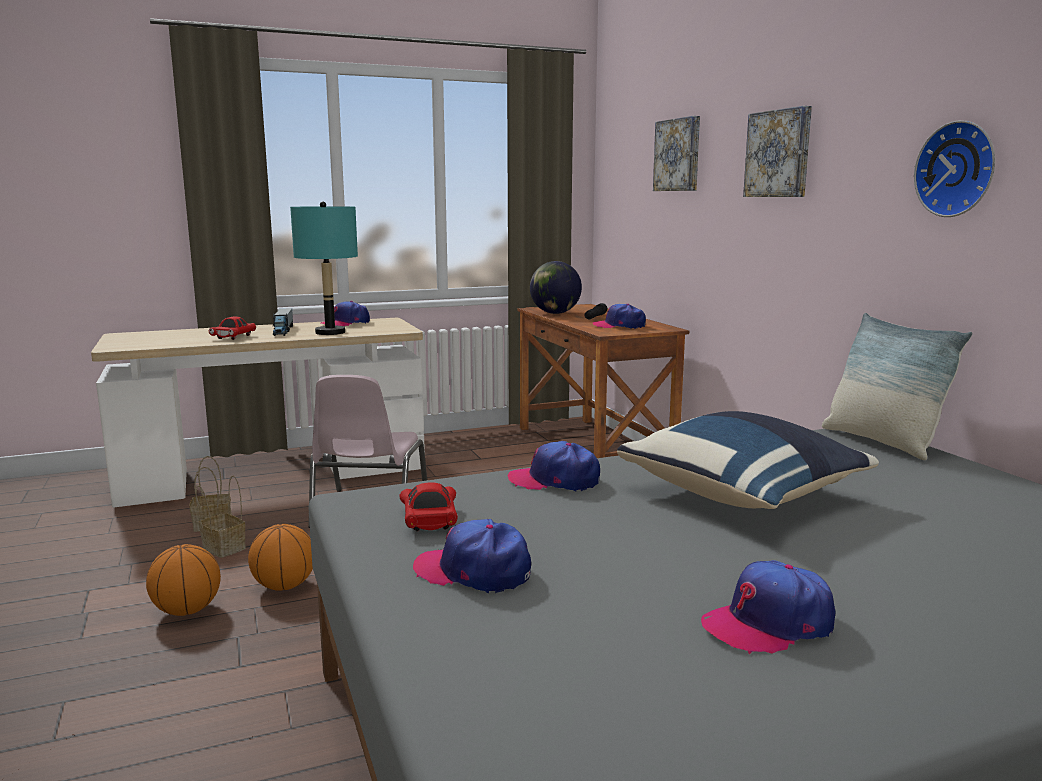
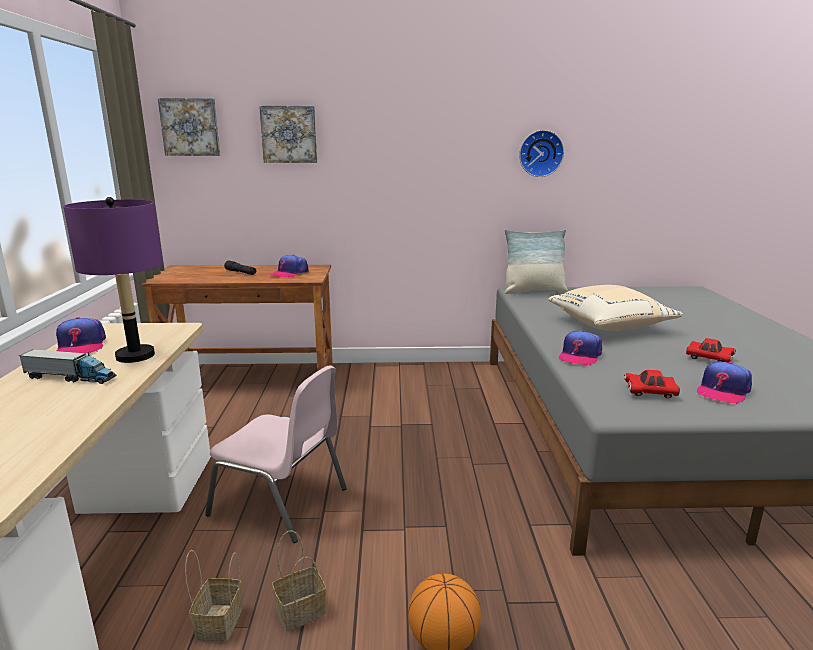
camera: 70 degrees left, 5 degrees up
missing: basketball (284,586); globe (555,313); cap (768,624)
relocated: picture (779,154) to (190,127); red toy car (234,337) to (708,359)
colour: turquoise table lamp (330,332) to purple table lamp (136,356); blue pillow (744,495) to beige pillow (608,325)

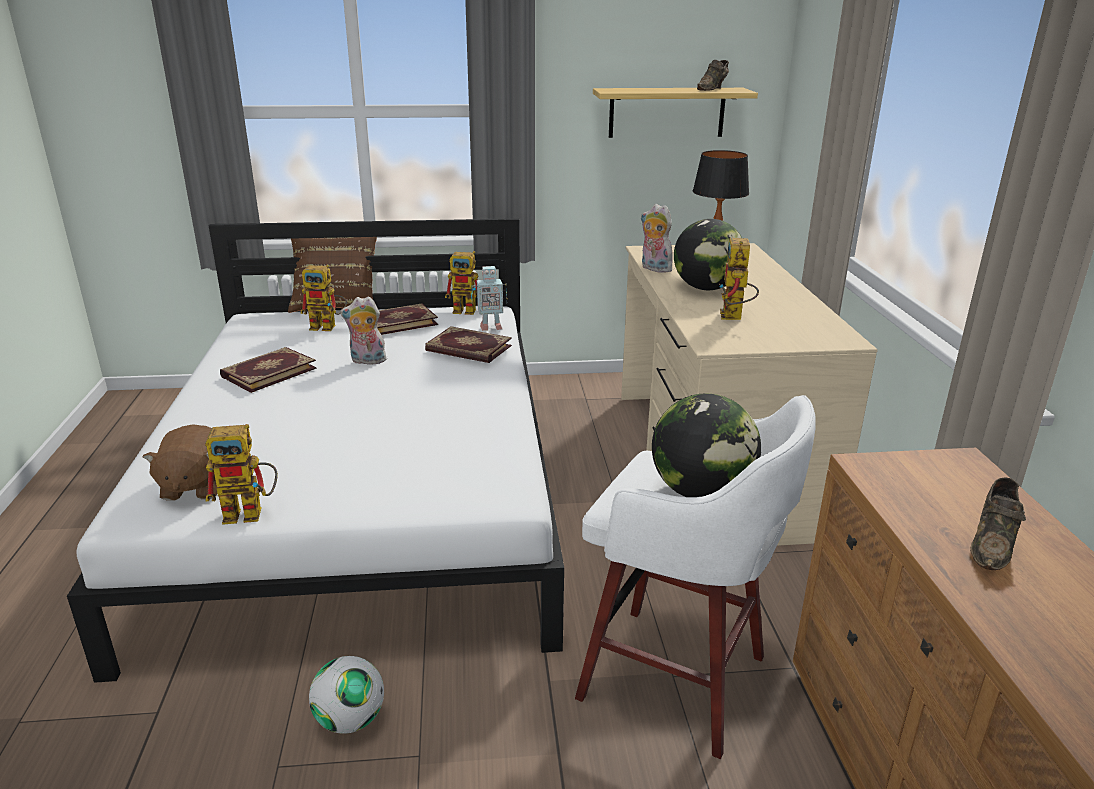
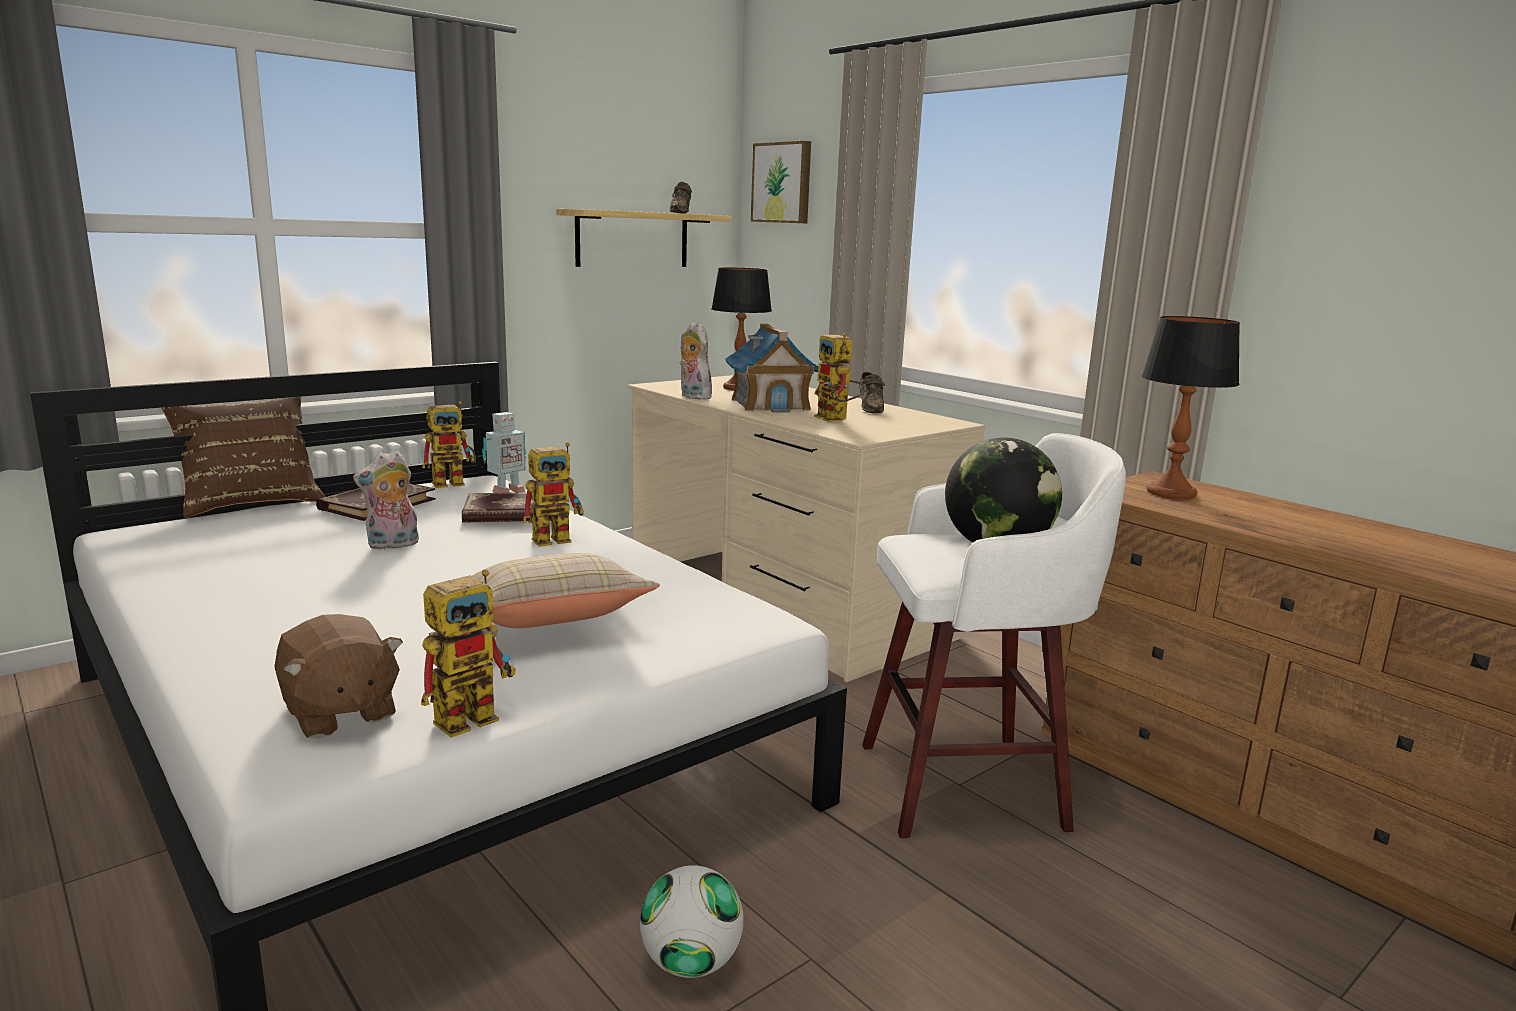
camera: 35 degrees left, 10 degrees down
missing: book (268,372)
appeared: beige pillow (549,624); picture (783,183); table lamp (1170,493)
relocated: toy robot (329,327) to (558,538); brown shoe (992,544) to (870,408)
exchanged: globe (706,288) to toy house (770,404)
spun: plush toy (654,269) = (692,396) 45 degrees clockwise

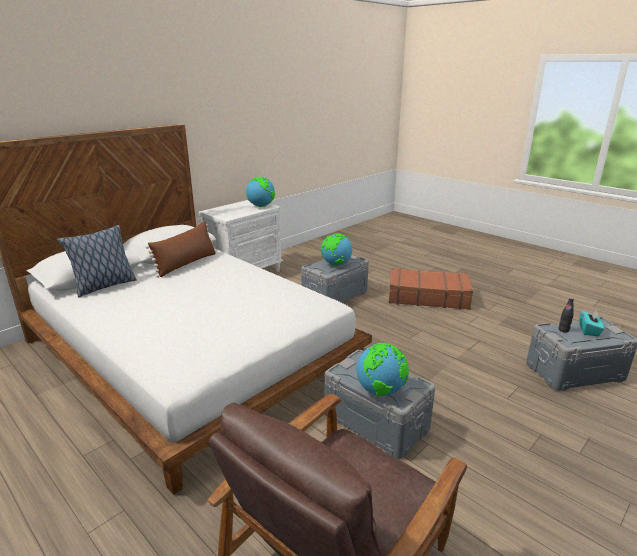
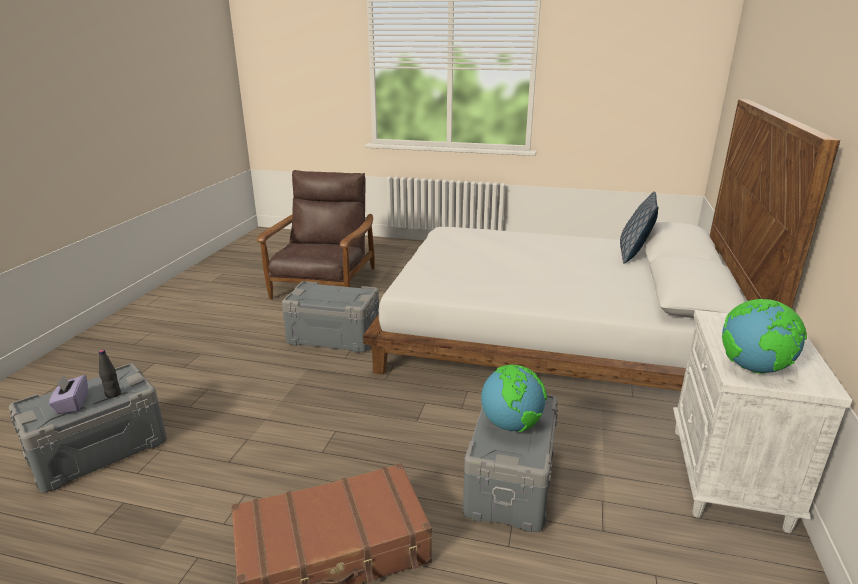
camera: 150 degrees right, 0 degrees up
missing: brown pillow (186,264); globe (381,391)
colour: turquoise tissue box (589,330) to purple tissue box (72,404)

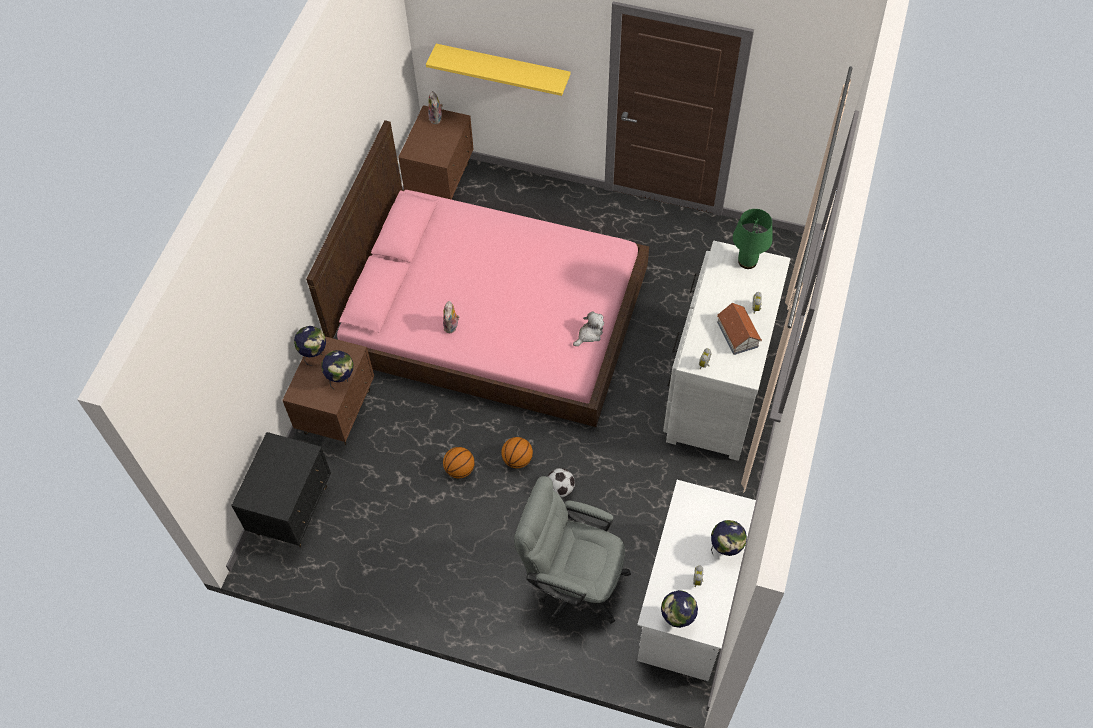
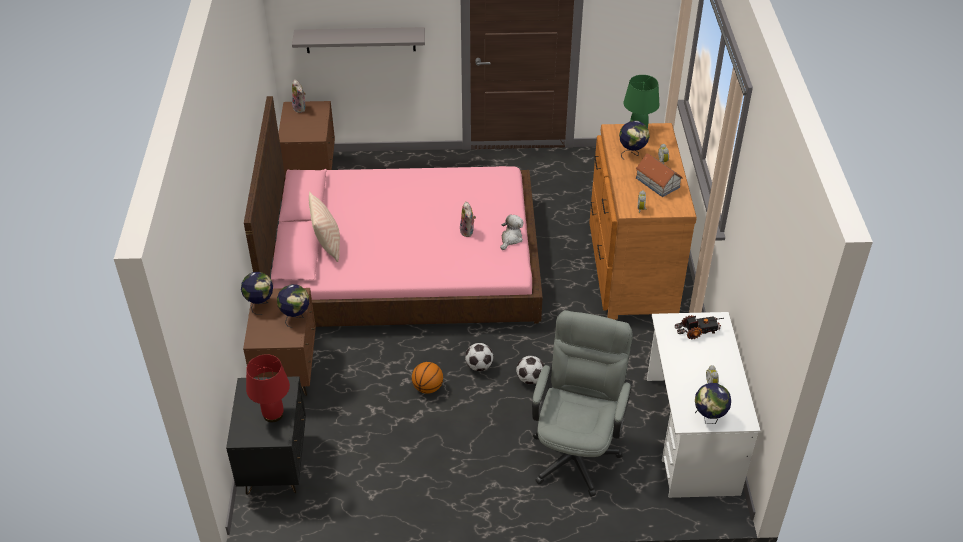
camera: 20 degrees left, 15 degrees down
appeared: red table lamp (272,414); beige pillow (327,245); toy truck (697,331)
relocated: plush toy (452,326) to (468,231); globe (725,548) to (632,154)
exchanged: basketball (517,459) to football (479,366)
colour: yellow shelf (503,68) to grey shelf (360,40); white dresser (715,388) to brown dresser (630,269)
spun: grey office chair (572,581) = (577,449) 105 degrees clockwise

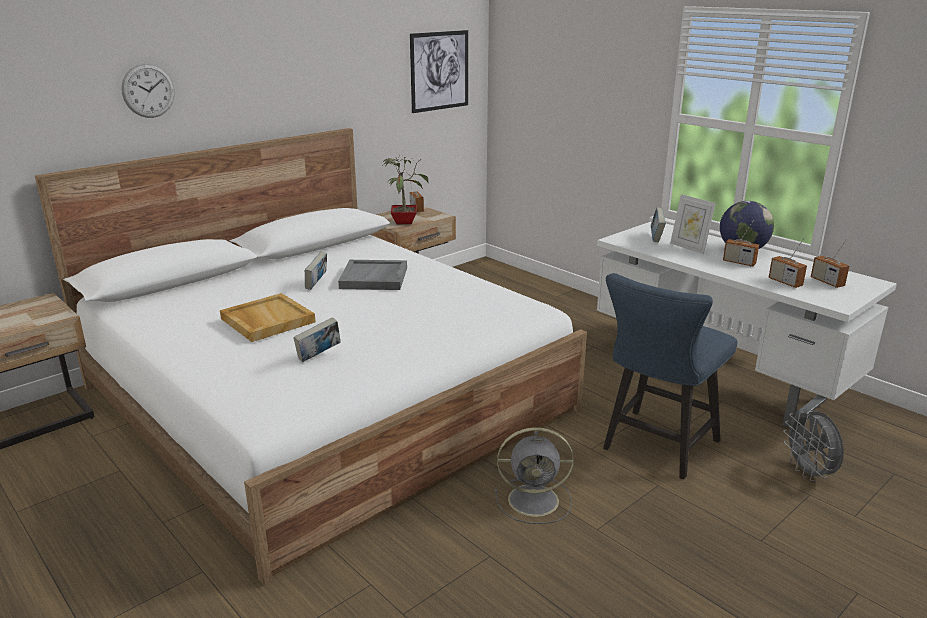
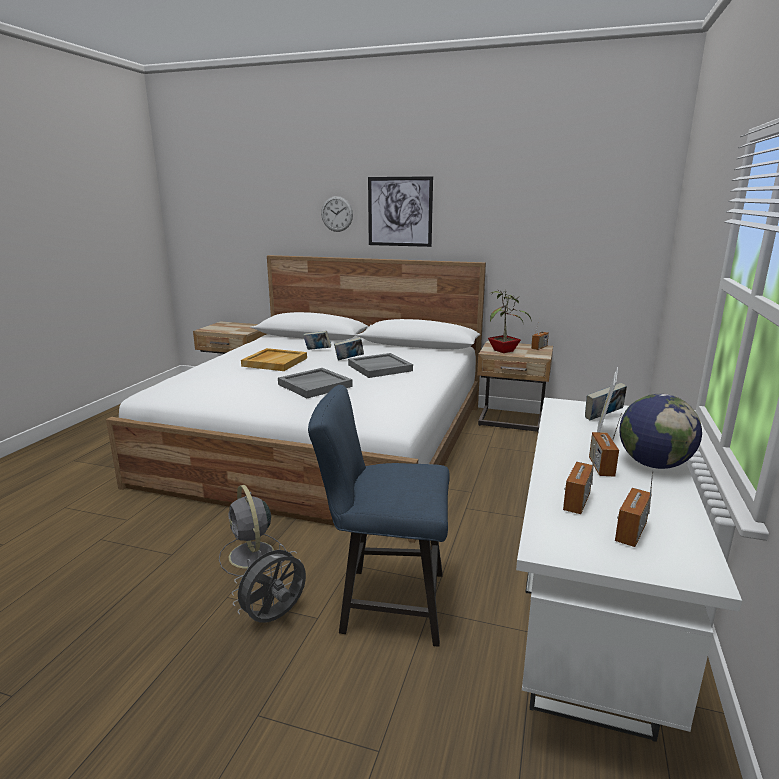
camera: 60 degrees right, 5 degrees down
appeared: grey tray (315,385)
relocated: grey fan (809,473) to (275,618); book (319,356) to (317,350); picture (439,71) to (400,211)

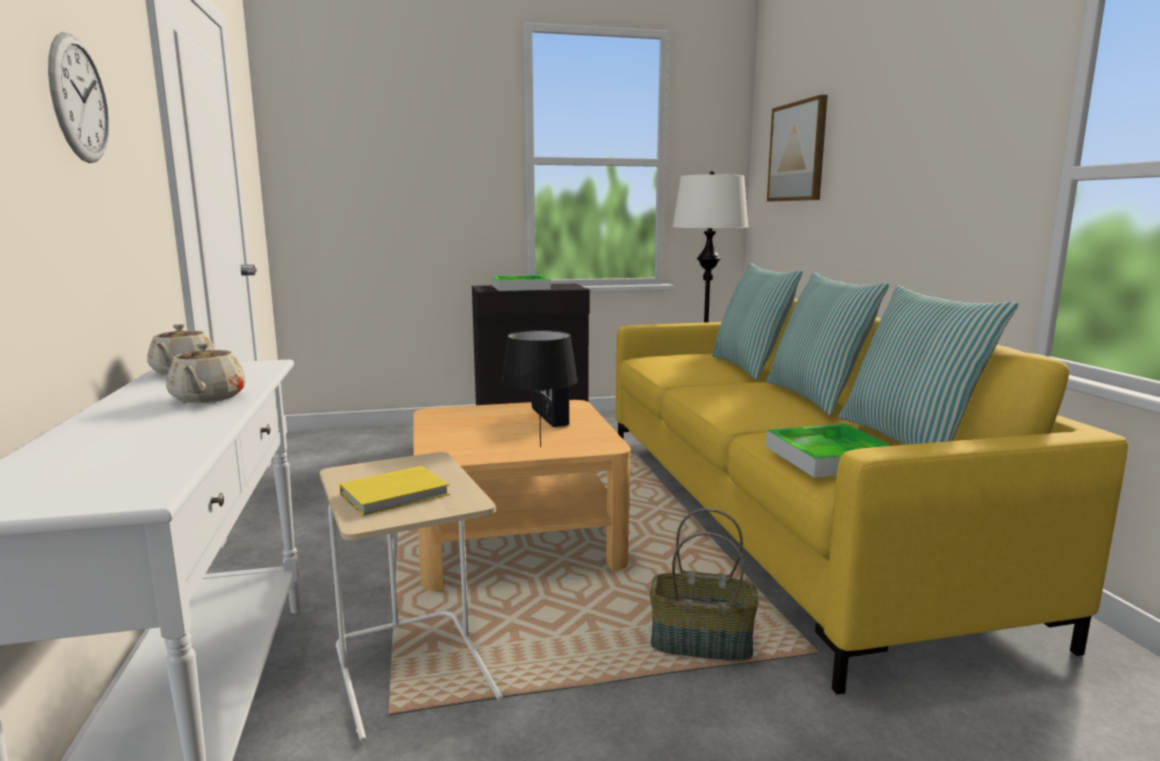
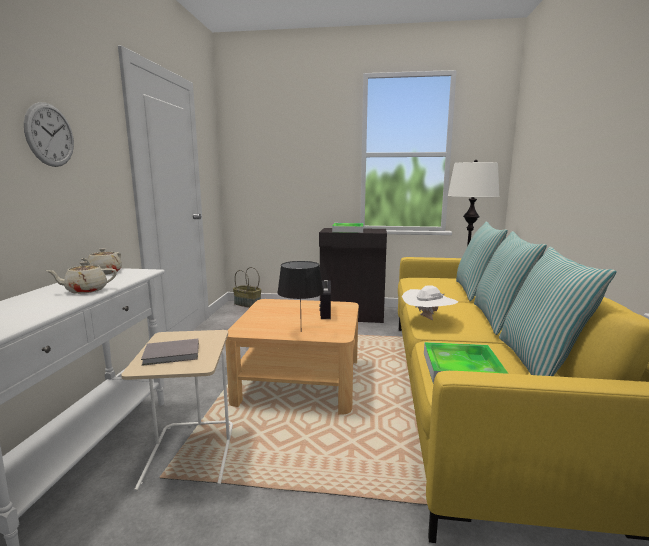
camera: 20 degrees right, 0 degrees up
missing: picture (798,152)
appeared: white hat (428,320)
relocated: basket (700,644) to (247,304)
colour: yellow book (398,494) to grey book (173,354)
spun: beige teapot (208,398) = (85,290) 60 degrees clockwise

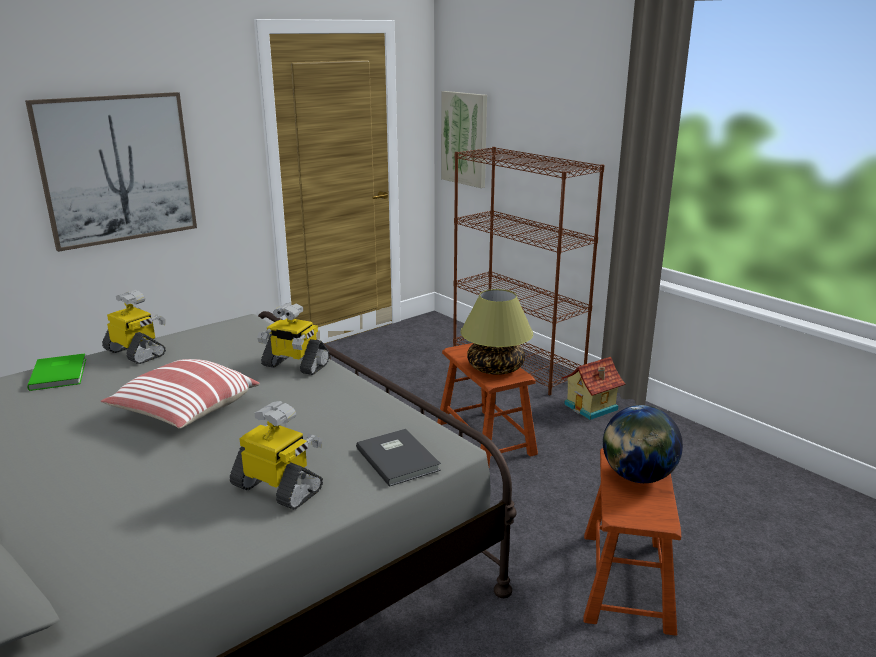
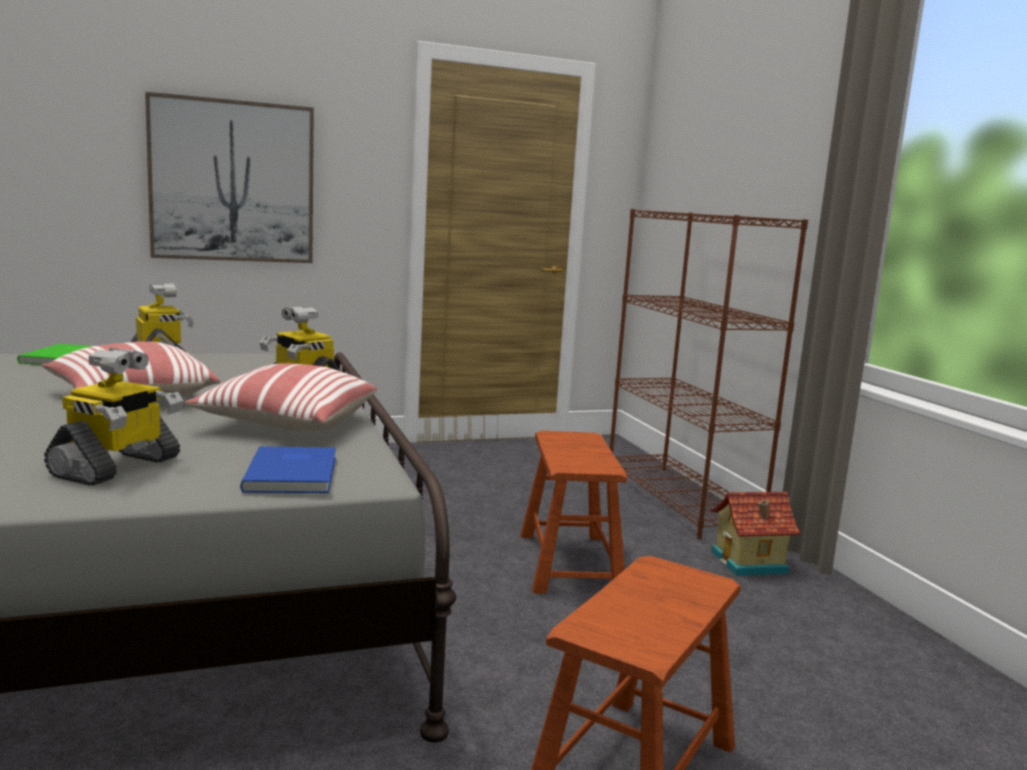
camera: 20 degrees right, 10 degrees down
missing: picture (465,138); table lamp (496,368); globe (637,477)
appeared: pillow (287,423)
colour: grey book (399,458) to blue book (295,473)
spun: toy robot (279,488) = (117,467) 60 degrees clockwise

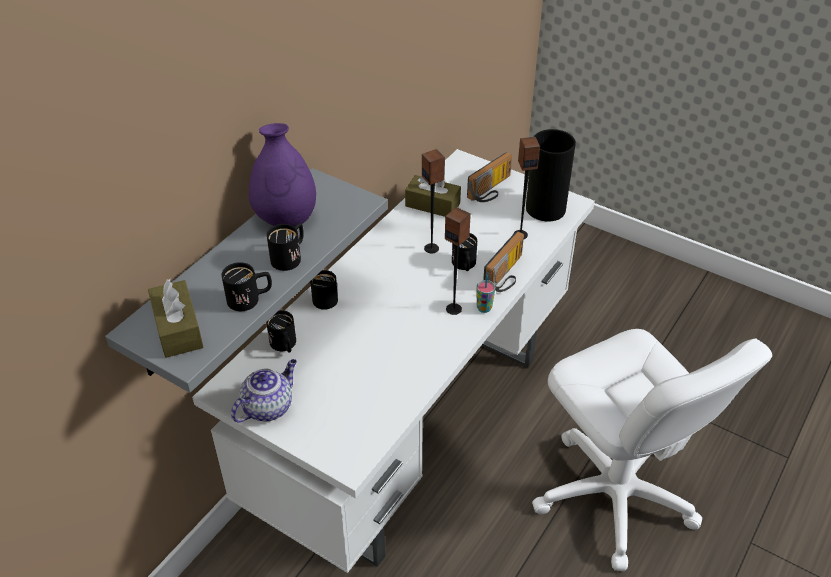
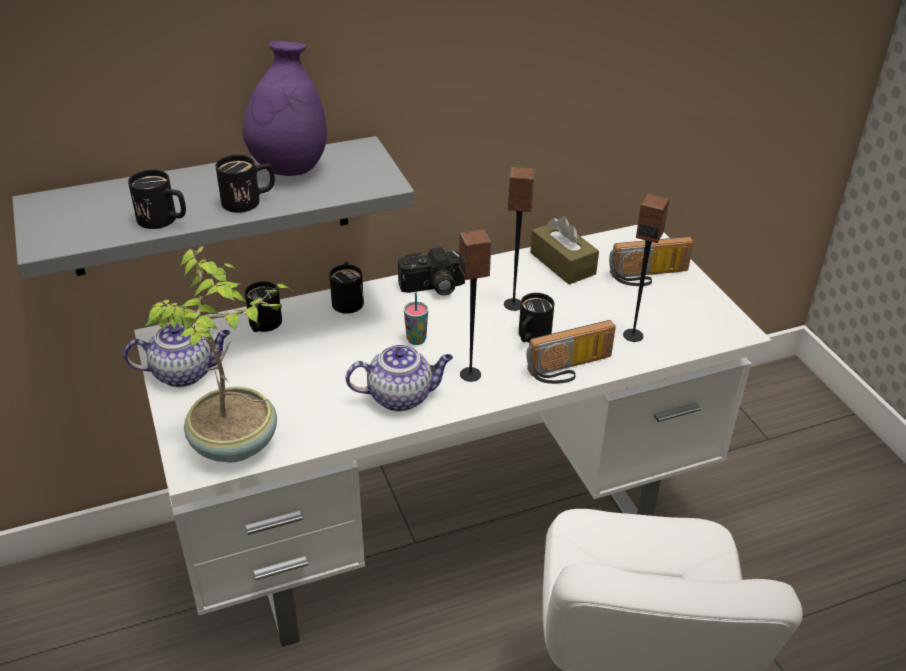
camera: 35 degrees right, 5 degrees down
missing: brown tissue box (178,329); vase (545,208)
appeared: potted plant (236,445); teapot (401,396); photo camera (433,287)
relocated: cup (484,308) to (416,340)

